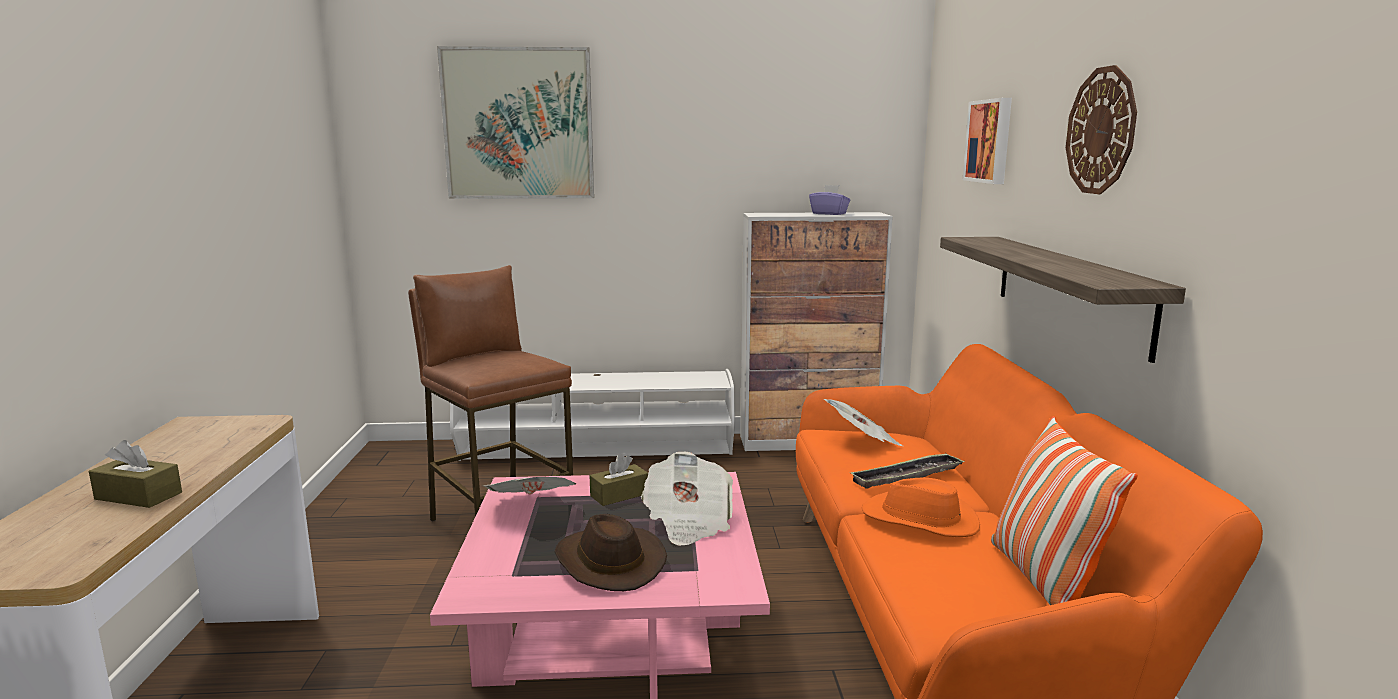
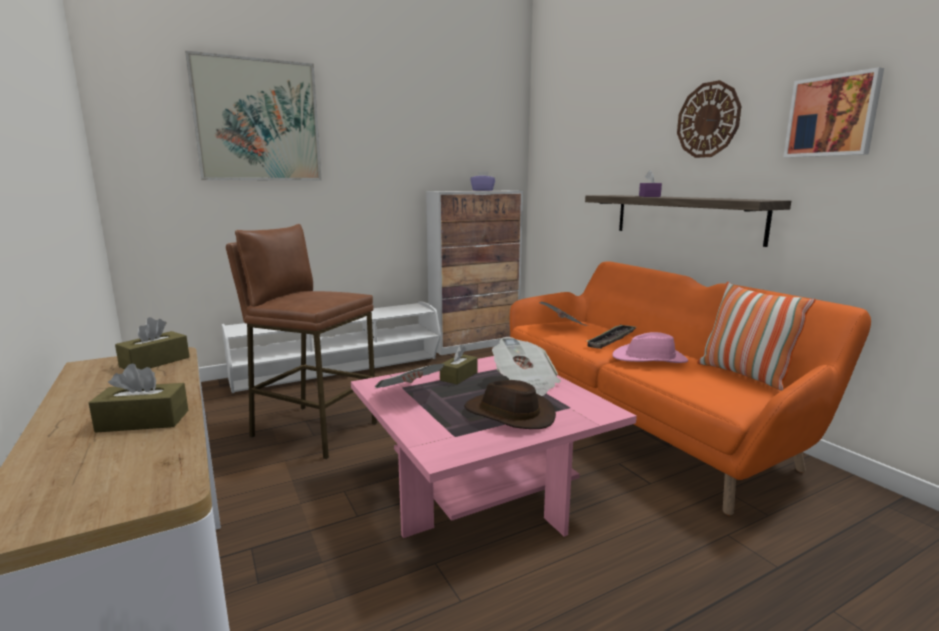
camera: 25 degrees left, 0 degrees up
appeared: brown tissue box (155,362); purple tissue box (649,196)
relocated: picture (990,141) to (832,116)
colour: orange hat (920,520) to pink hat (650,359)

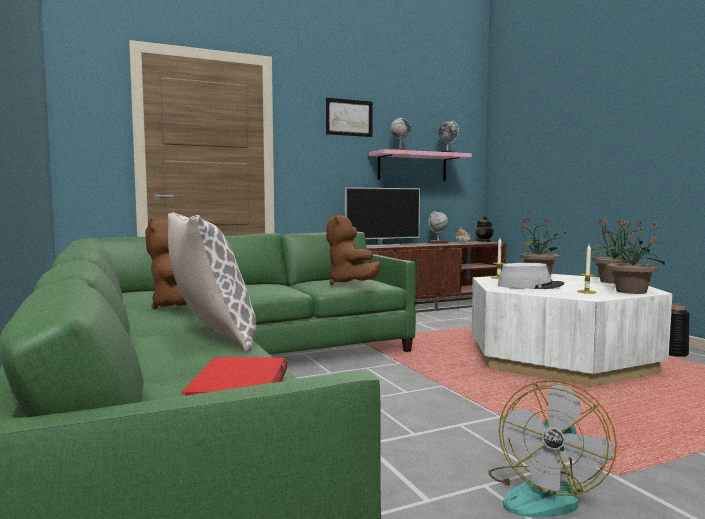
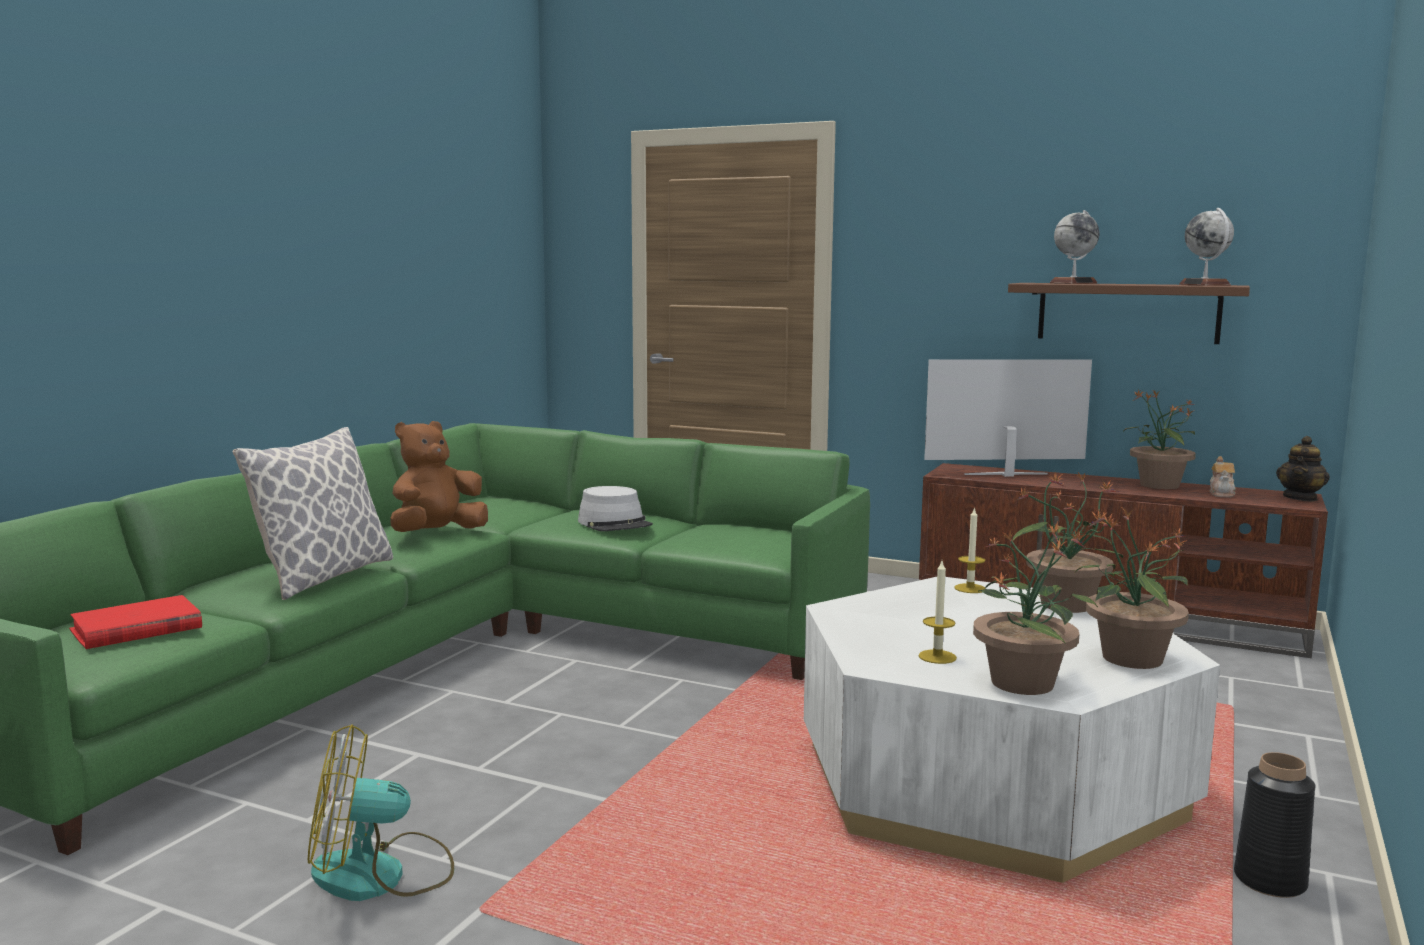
camera: 50 degrees right, 5 degrees up
missing: picture (349,117); brown plush toy (350,284)
relocated: grey hat (530,286) to (615,523)
exchanged: globe (437,243) to potted plant (1158,485)
colour: pink shelf (412,167) to brown shelf (1128,312)
spun: television (381,245) = (1006,475) 150 degrees clockwise

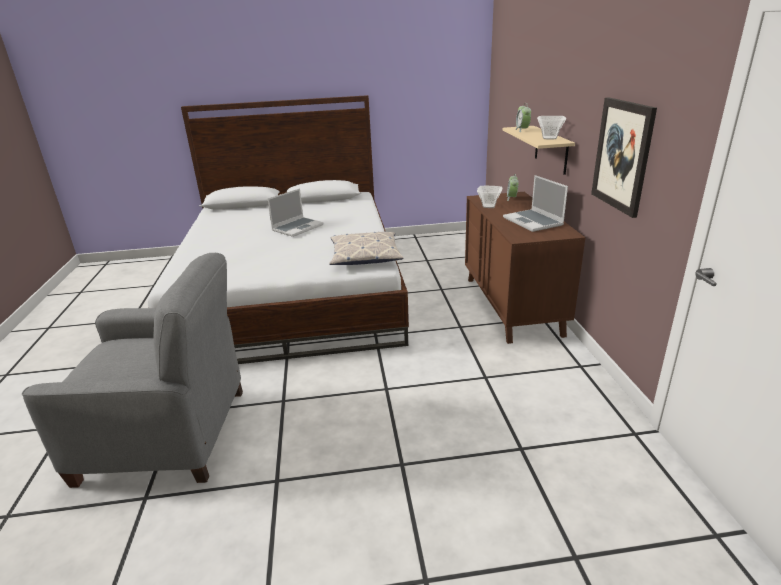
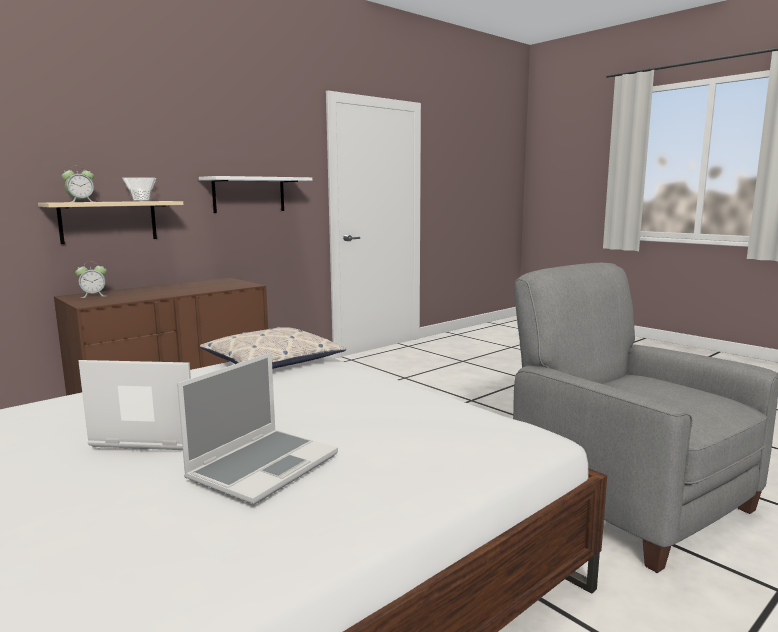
camera: 125 degrees left, 15 degrees down
missing: bowl (488,206)
relocated: laptop (533,222) to (264,466)
exchanged: picture (622,155) to white shelf (249,194)

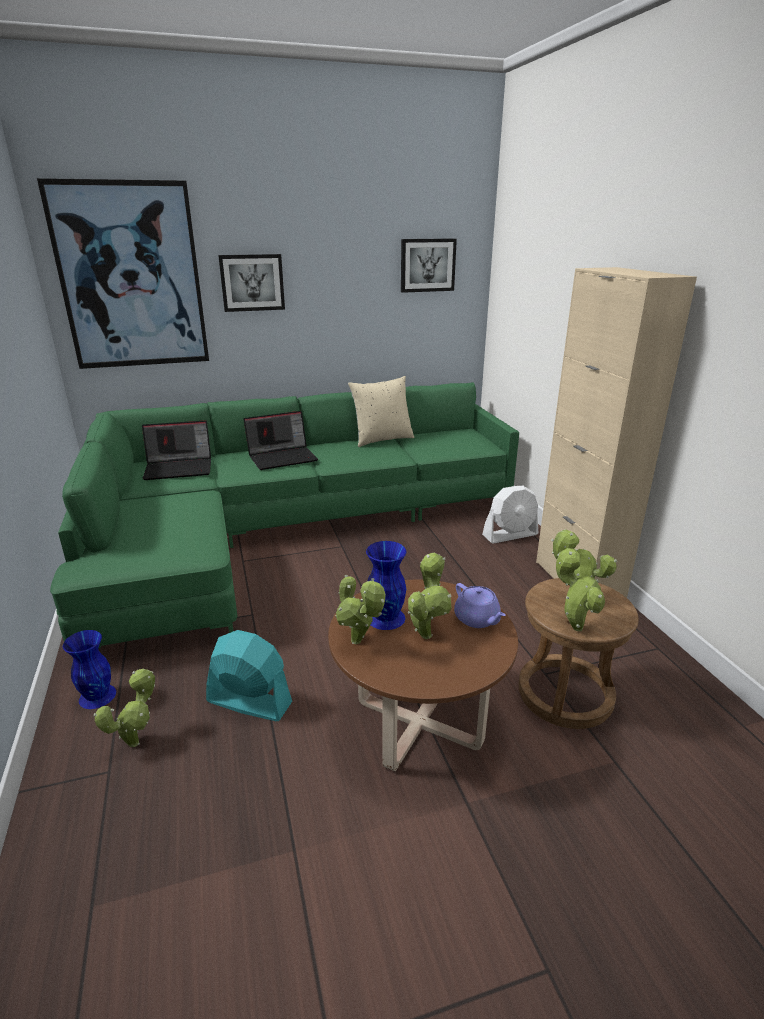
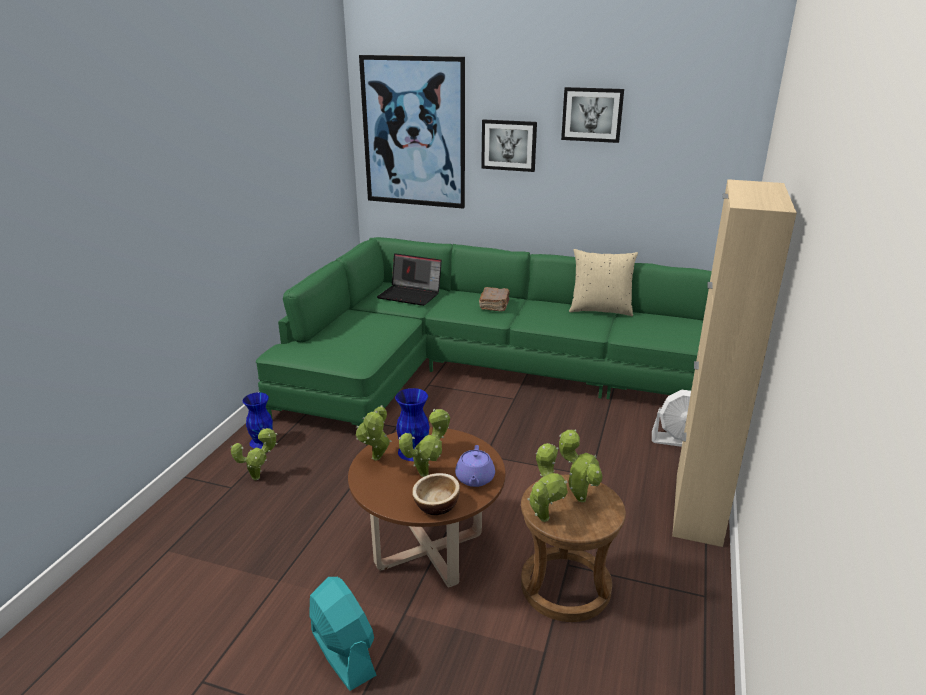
camera: 35 degrees right, 0 degrees up
appeared: bowl (436,505)
relocated: turquoise fan (249,702) to (343,653); picture (427,265) to (592,114)
exchanged: laptop (283,457) to brown book (495,305)

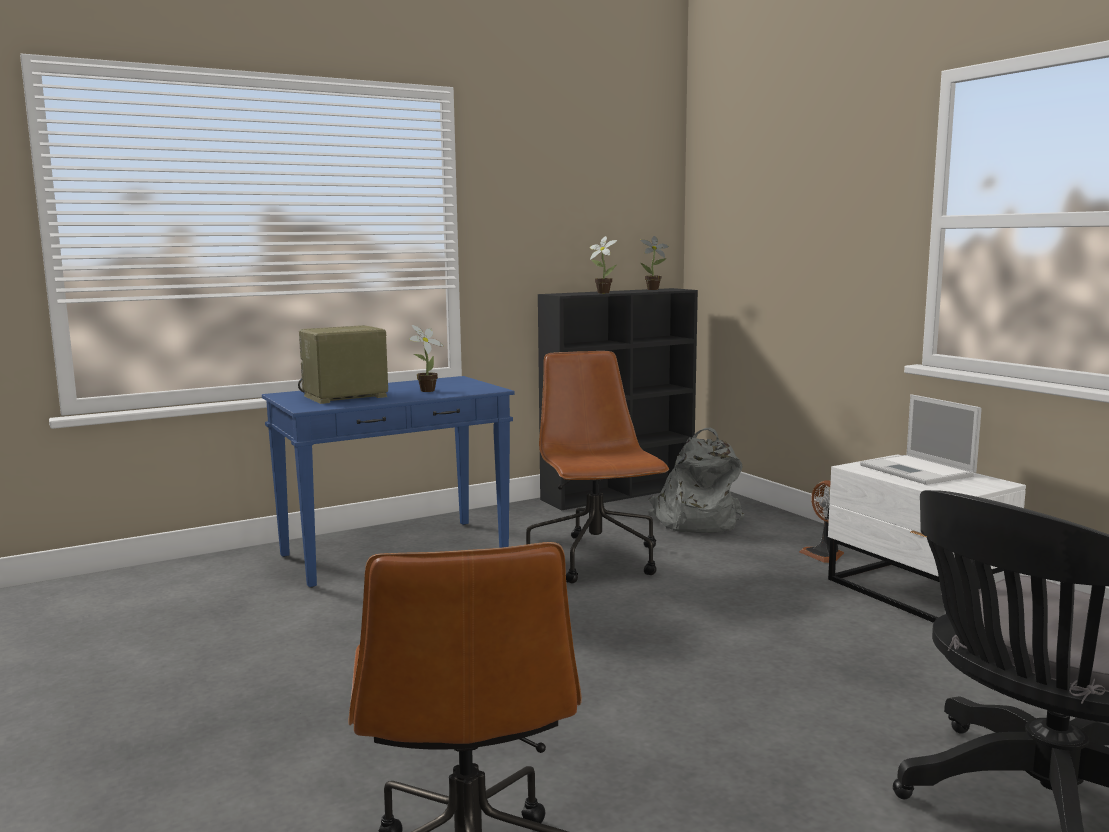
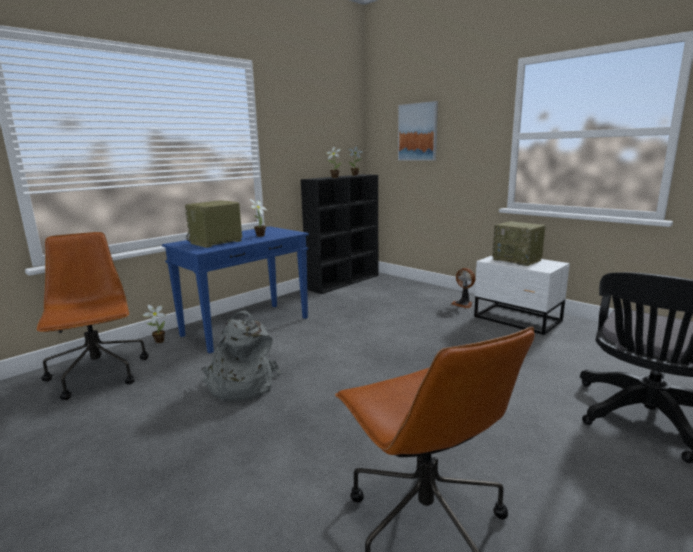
camera: 15 degrees left, 5 degrees up
appeared: potted plant (158,341); picture (418,132)
relocated: brown office chair (596,560) to (99,375); grey backpack (695,522) to (240,385)
exchanged: laptop (918,471) to radio (517,260)

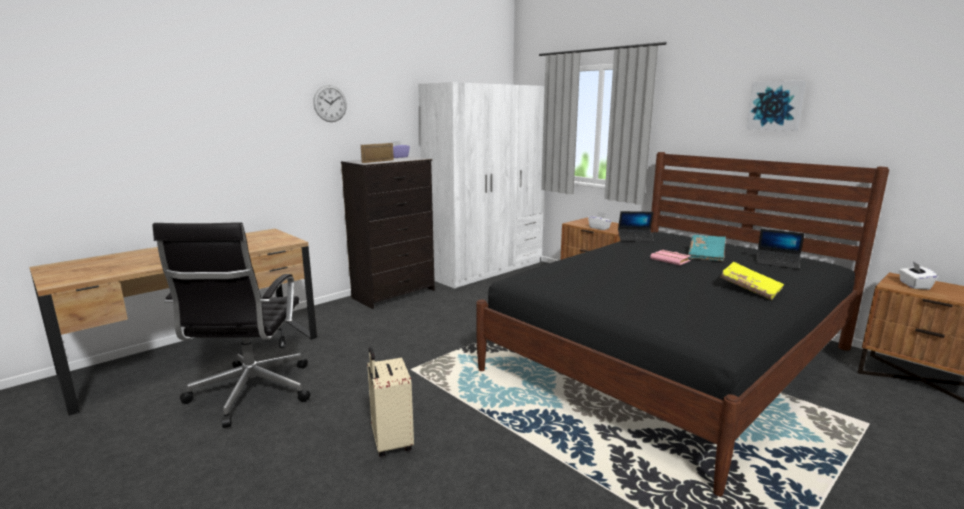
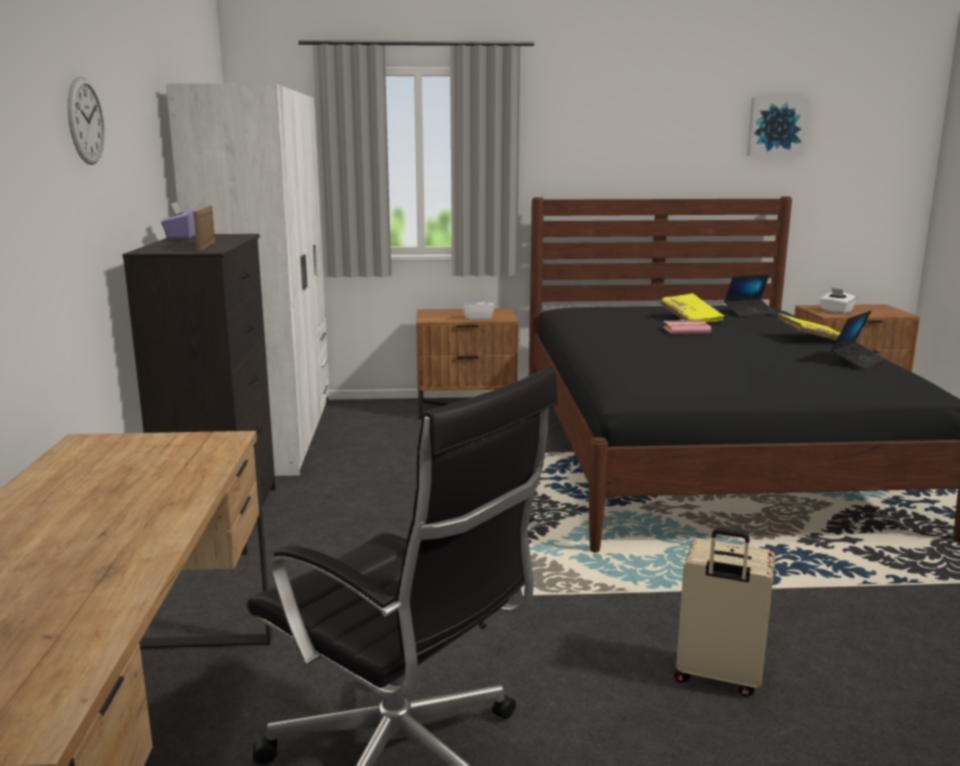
camera: 50 degrees left, 0 degrees up
relocated: picture (775,105) to (776,126); laptop (635,239) to (858,361)
colour: turquoise book (706,255) to yellow book (691,319)

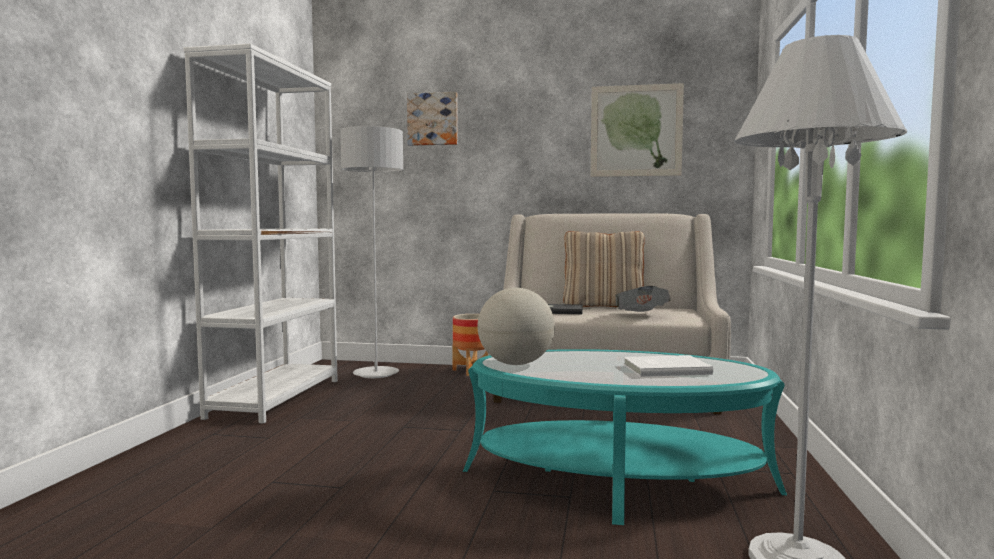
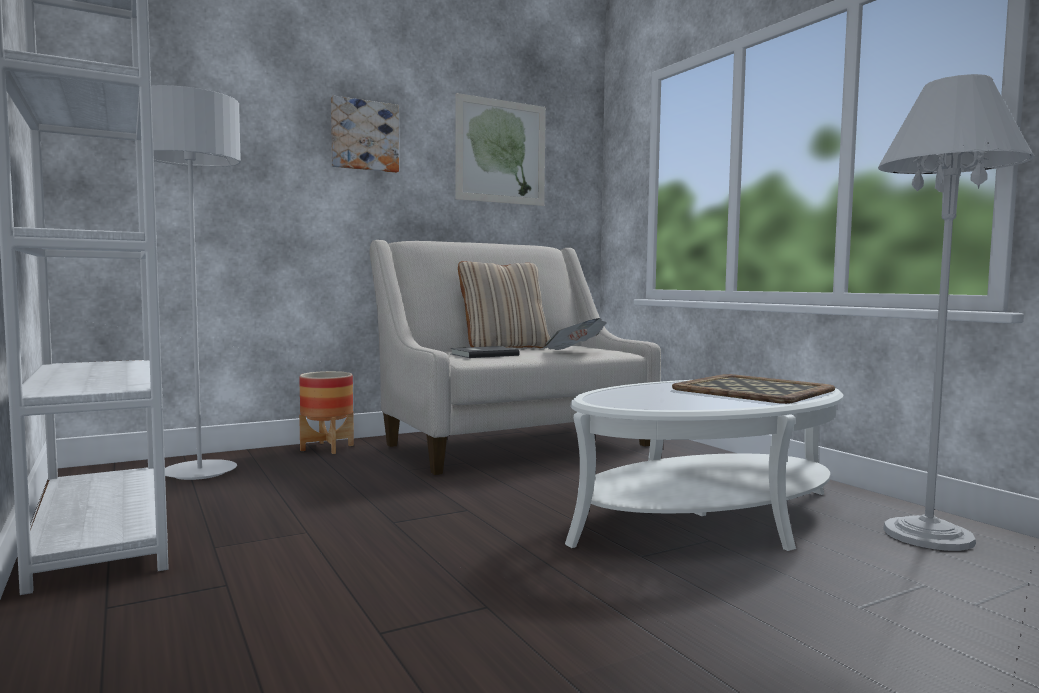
camera: 40 degrees left, 0 degrees up
missing: globe (515,364)
relocated: picture (433,119) to (364,136)
exchanged: white book (664,368) to tray (751,390)
colour: turquoise coffee table (617,480) to white coffee table (708,516)

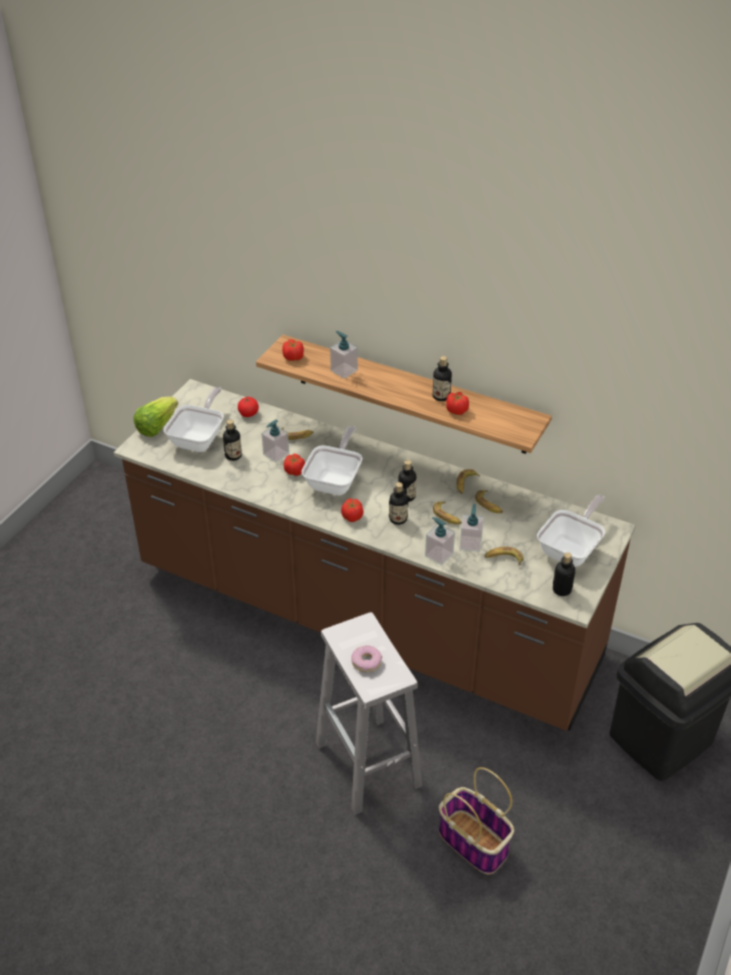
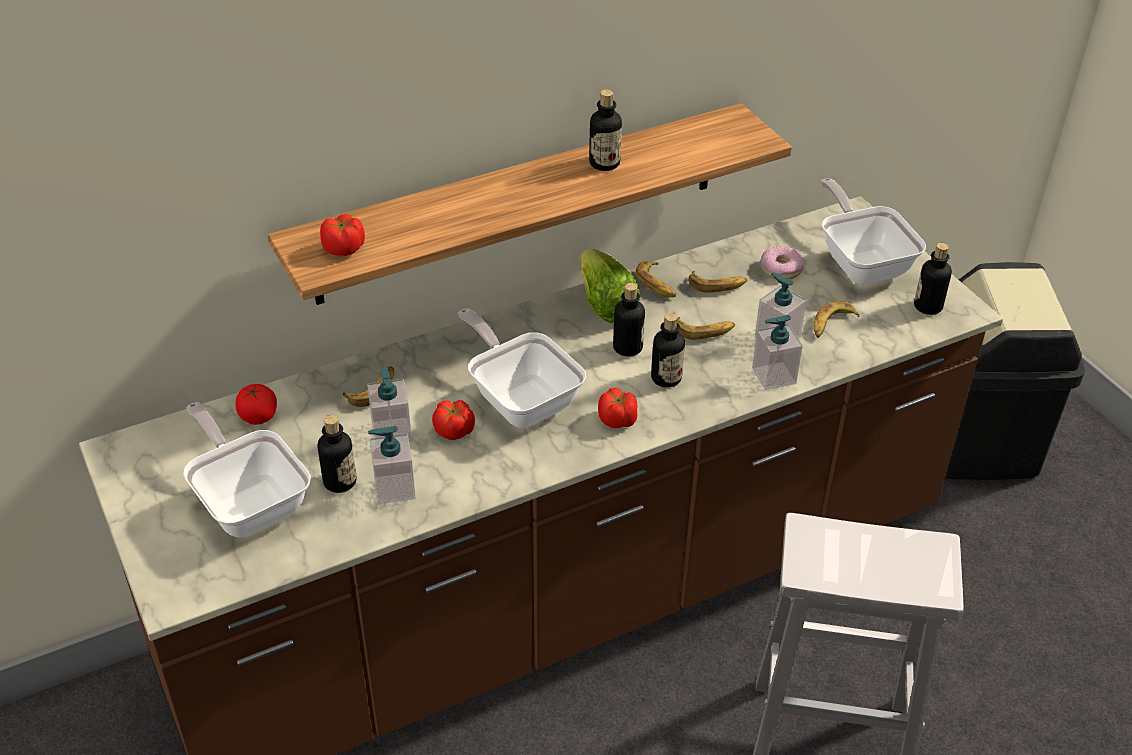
camera: 55 degrees left, 0 degrees up
missing: basket (474,842); tomato (456,410)
relocated: soap dispenser (344,370) to (394,488); lettuce (157,426) to (605,304); donut (366,662) to (781,269)

